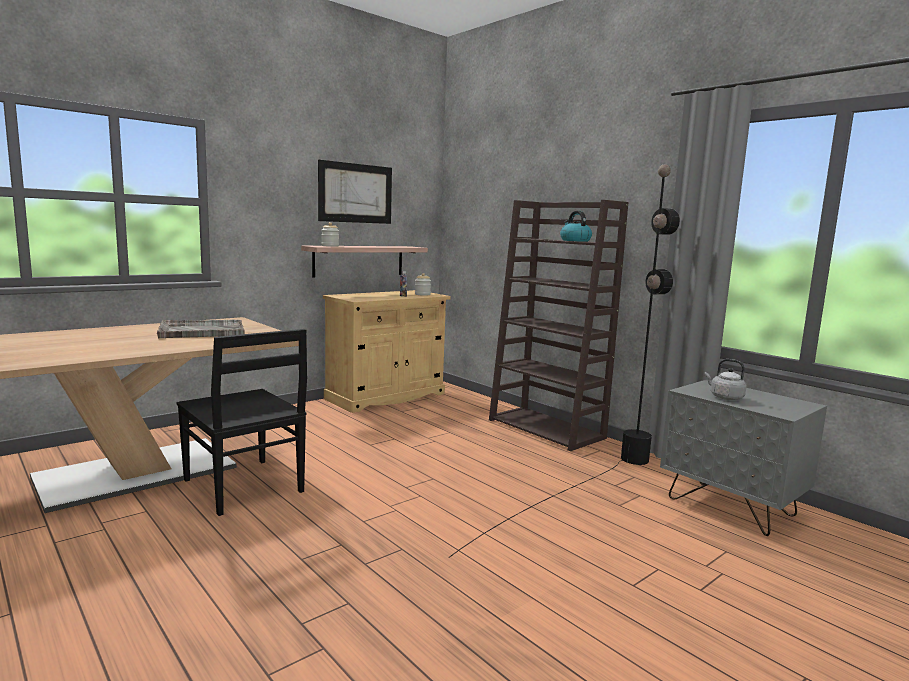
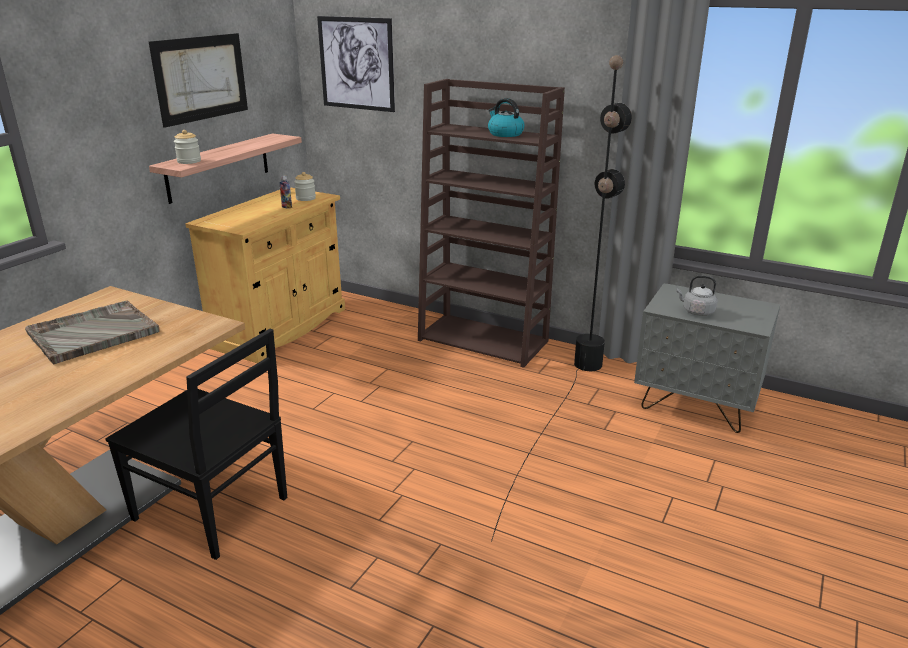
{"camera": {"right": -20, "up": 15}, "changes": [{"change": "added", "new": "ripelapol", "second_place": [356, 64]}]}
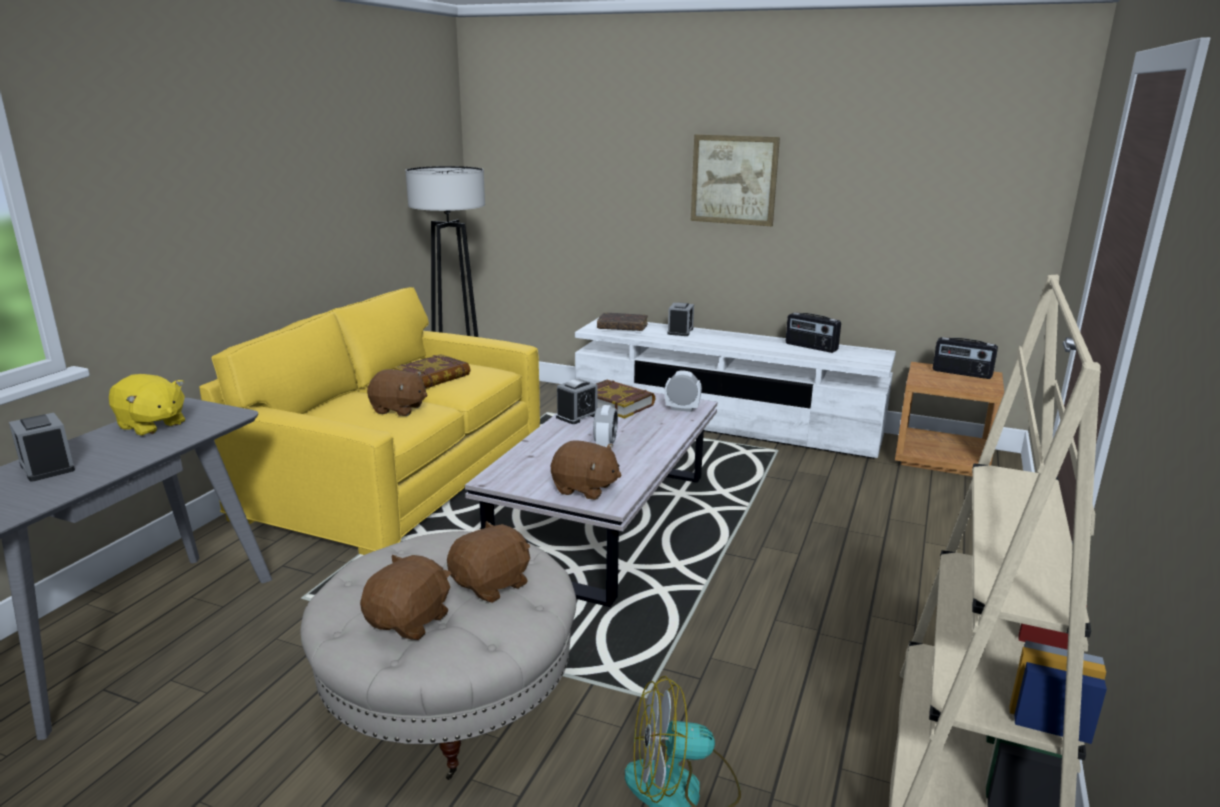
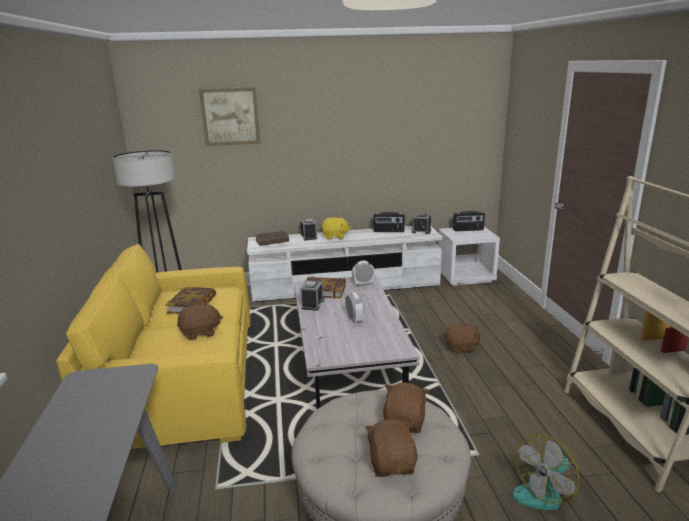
{"camera": {"right": -30, "up": 0}, "changes": [{"change": "moved", "old": "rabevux", "first_place": [47, 467], "second_place": [421, 231]}, {"change": "moved", "old": "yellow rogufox", "first_place": [151, 425], "second_place": [335, 237]}, {"change": "moved", "old": "brown rogufox", "first_place": [584, 489], "second_place": [461, 348]}, {"change": "moved", "old": "ripelapol", "first_place": [734, 180], "second_place": [230, 116]}, {"change": "recoloured", "old": "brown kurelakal", "new": "white kurelakal", "first_place": [942, 458], "second_place": [466, 277]}]}
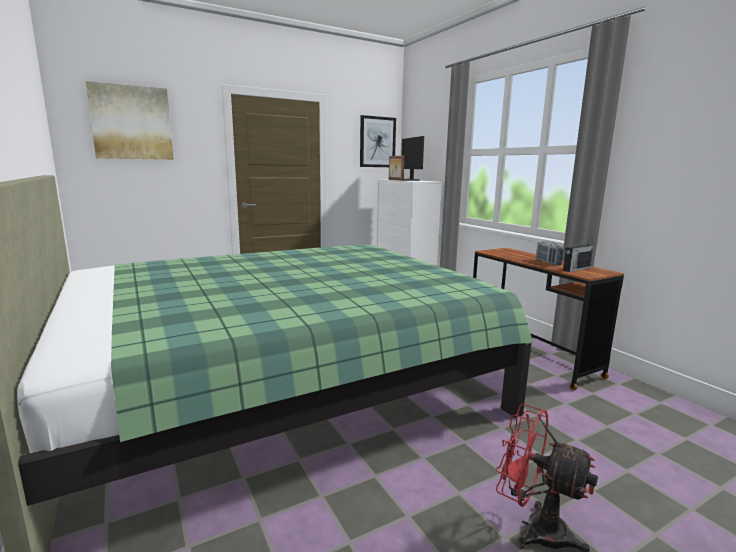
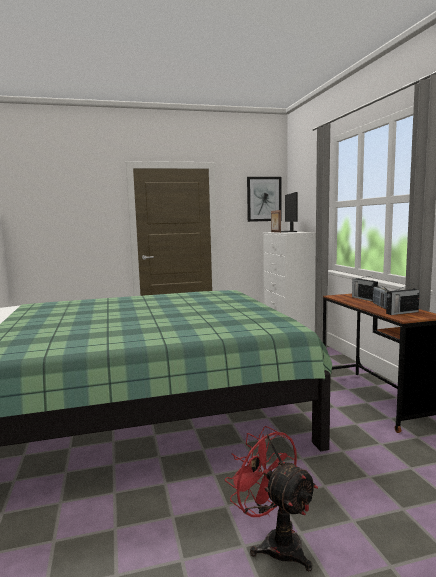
{"camera": {"right": 15, "up": -5}, "changes": [{"change": "removed", "old": "ripelapol", "first_place": [132, 123]}, {"change": "added", "new": "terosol", "second_place": [363, 298]}]}
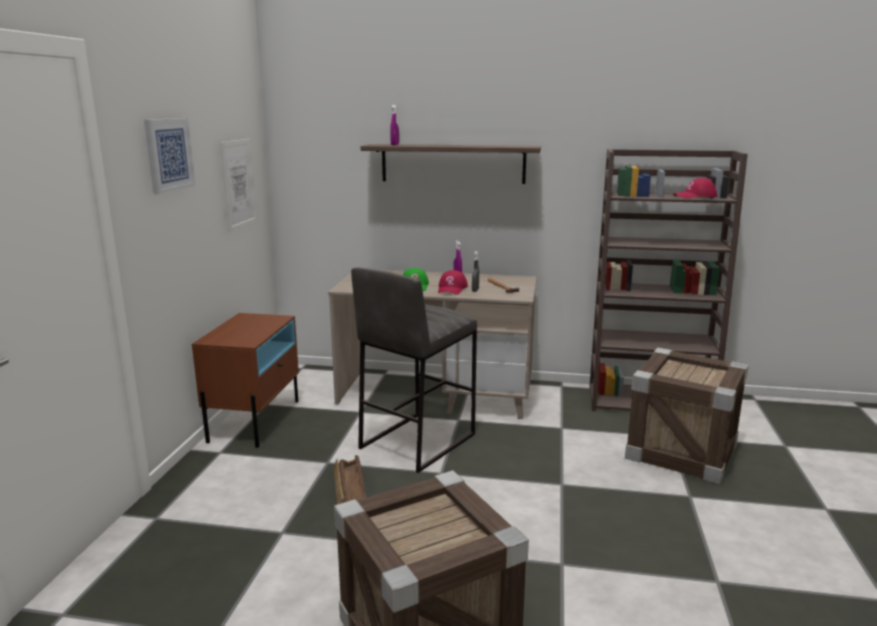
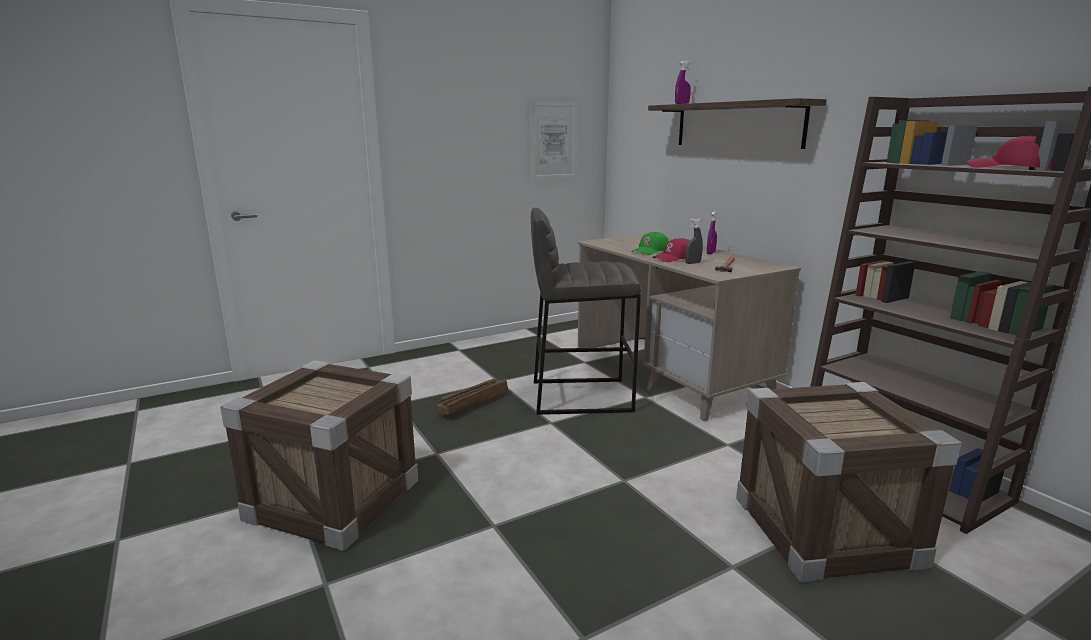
{"camera": {"right": 50, "up": 0}, "changes": [{"change": "removed", "old": "ripelapol", "first_place": [169, 154]}, {"change": "removed", "old": "brown kurelakal", "first_place": [255, 420]}]}
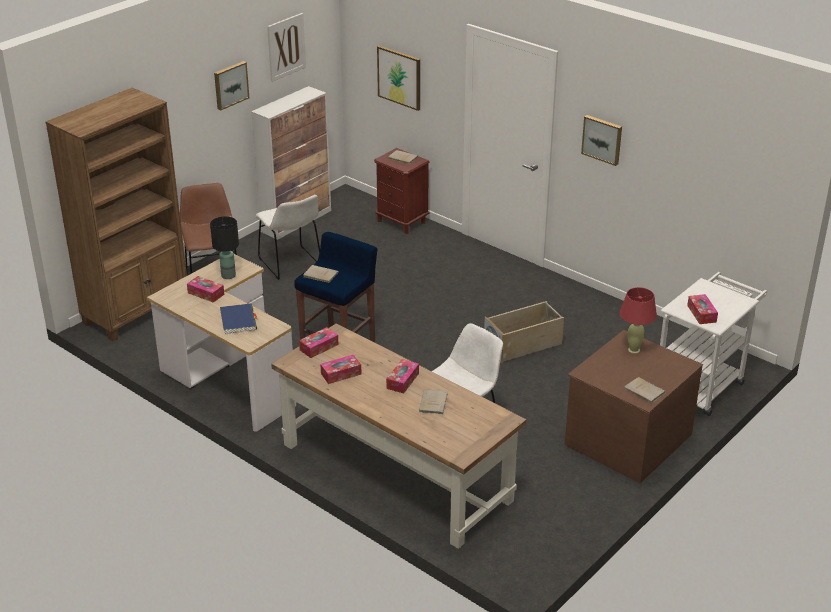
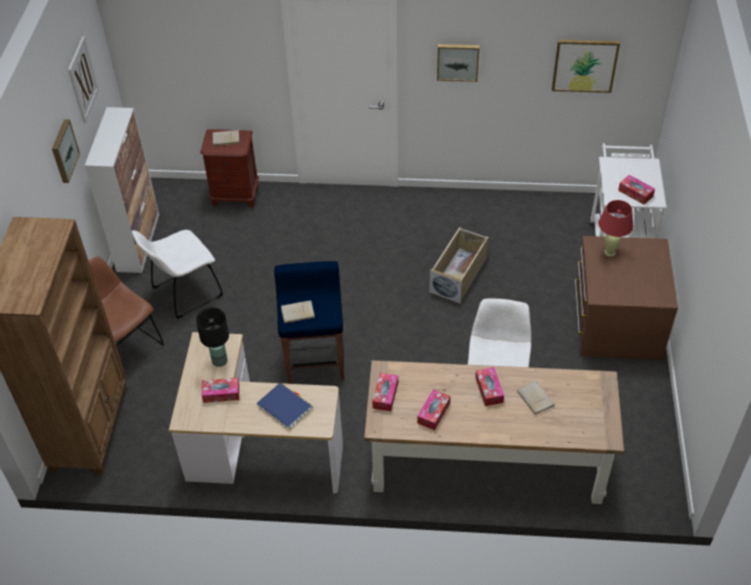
{"camera": {"right": -35, "up": 15}, "changes": [{"change": "removed", "old": "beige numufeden", "first_place": [645, 391]}, {"change": "moved", "old": "ripelapol", "first_place": [399, 77], "second_place": [585, 65]}, {"change": "turned", "old": "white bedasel", "first_place": [291, 264], "second_place": [184, 294], "degrees": 120}]}
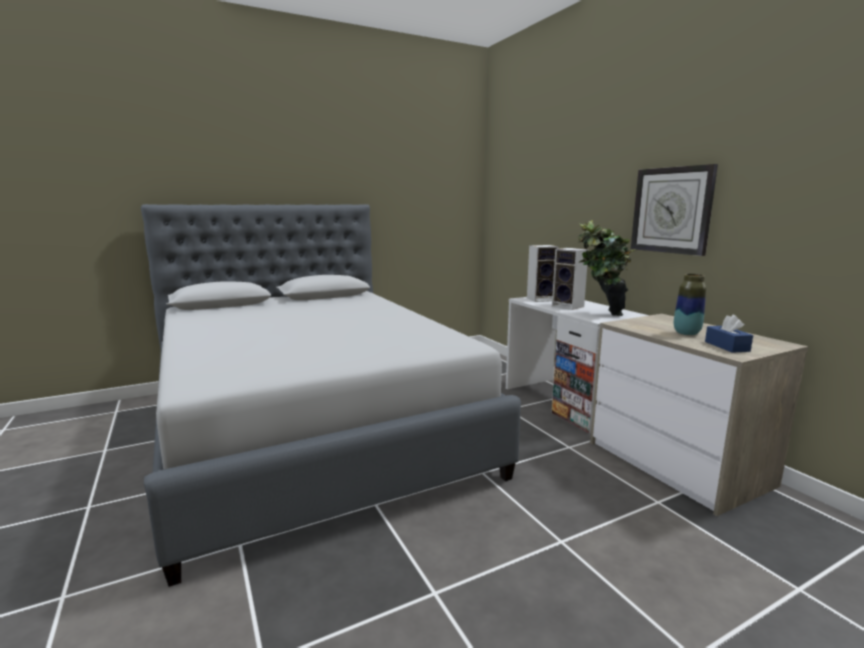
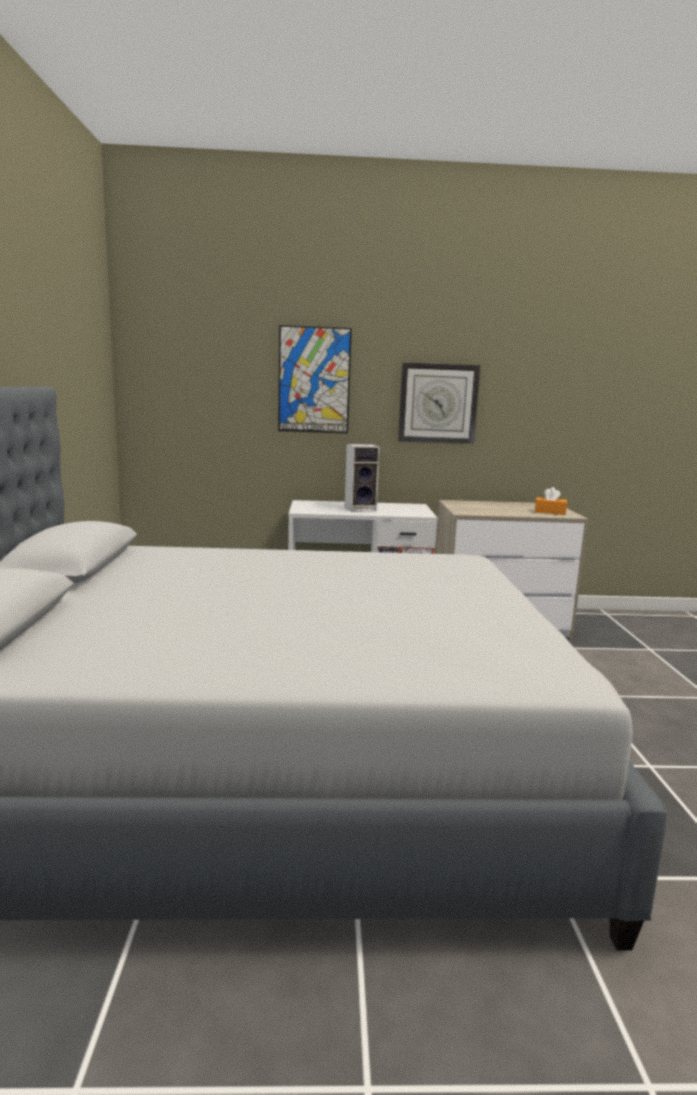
{"camera": {"right": -65, "up": 0}, "changes": [{"change": "removed", "old": "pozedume", "first_place": [541, 299]}, {"change": "removed", "old": "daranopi", "first_place": [600, 315]}, {"change": "removed", "old": "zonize", "first_place": [686, 333]}, {"change": "added", "new": "ripelapol", "second_place": [314, 380]}, {"change": "recoloured", "old": "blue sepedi", "new": "orange sepedi", "first_place": [727, 346], "second_place": [550, 512]}]}
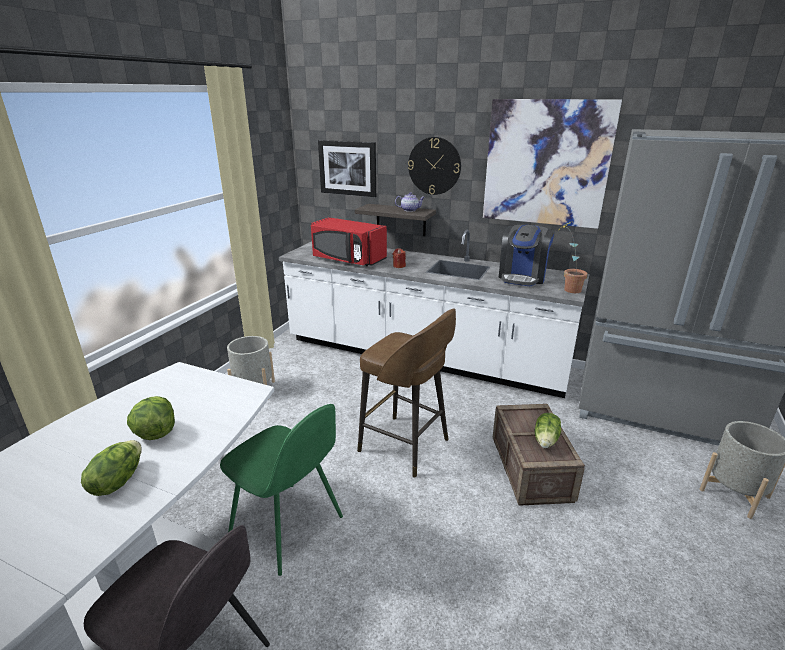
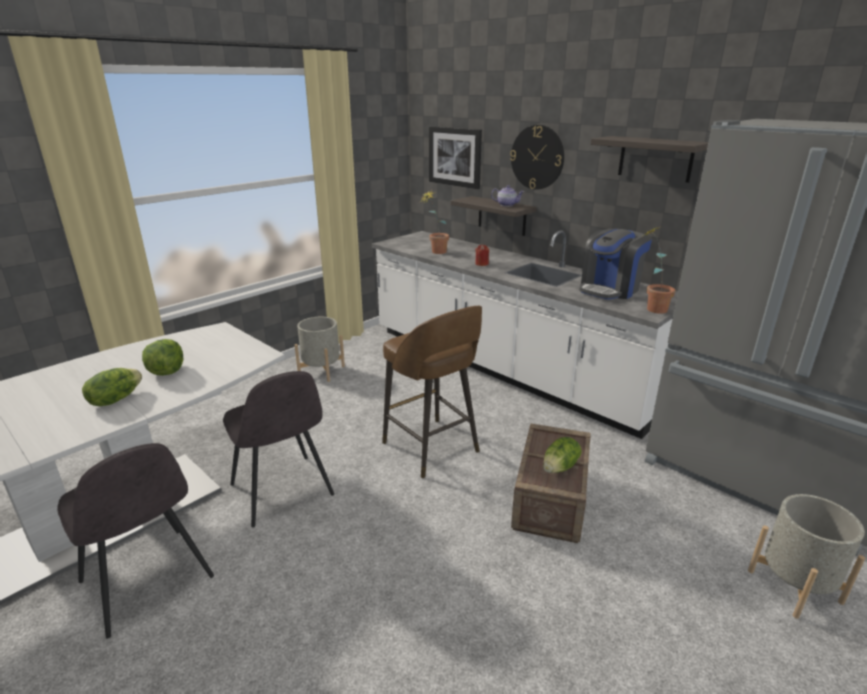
{"camera": {"right": 20, "up": 0}, "changes": [{"change": "replaced", "old": "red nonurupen", "new": "daranopi", "first_place": [348, 259], "second_place": [435, 252]}, {"change": "replaced", "old": "ripelapol", "new": "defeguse", "first_place": [546, 163], "second_place": [655, 159]}, {"change": "recoloured", "old": "green bedasel", "new": "grey bedasel", "first_place": [288, 527], "second_place": [282, 491]}]}
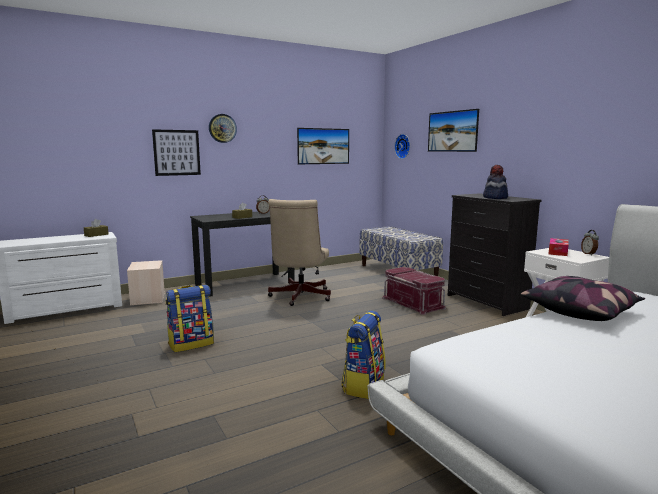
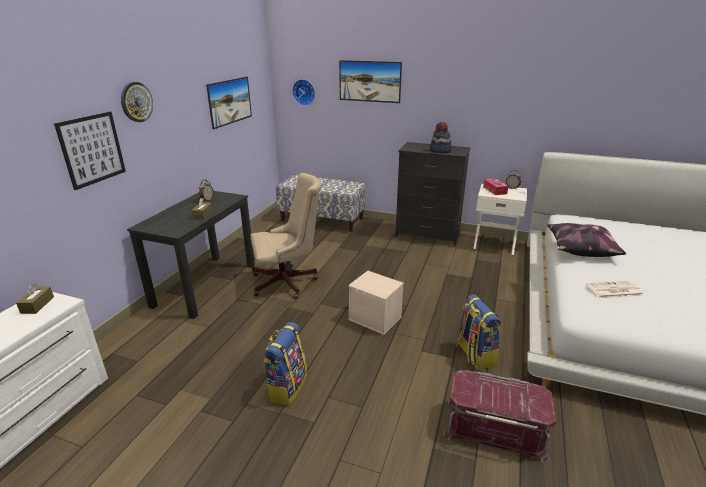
{"camera": {"right": -40, "up": 15}, "changes": [{"change": "added", "new": "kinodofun", "second_place": [613, 290]}, {"change": "moved", "old": "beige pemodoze", "first_place": [148, 298], "second_place": [375, 318]}, {"change": "moved", "old": "red pemodoze", "first_place": [413, 303], "second_place": [494, 428]}, {"change": "turned", "old": "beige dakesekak", "first_place": [299, 297], "second_place": [288, 282], "degrees": -75}]}
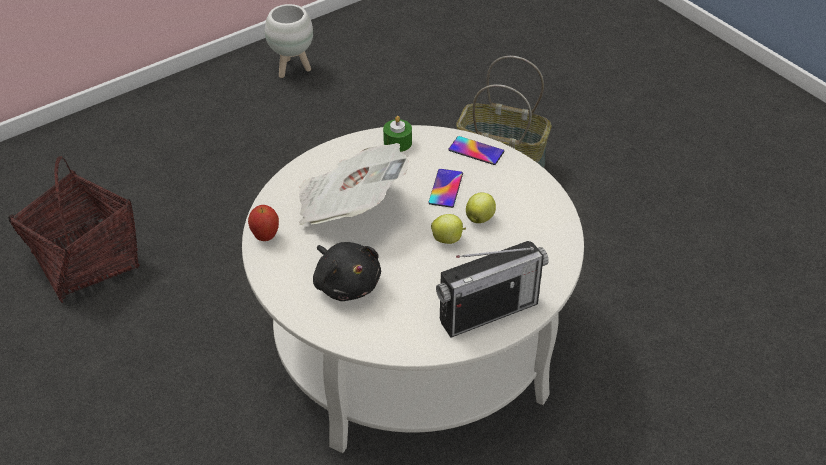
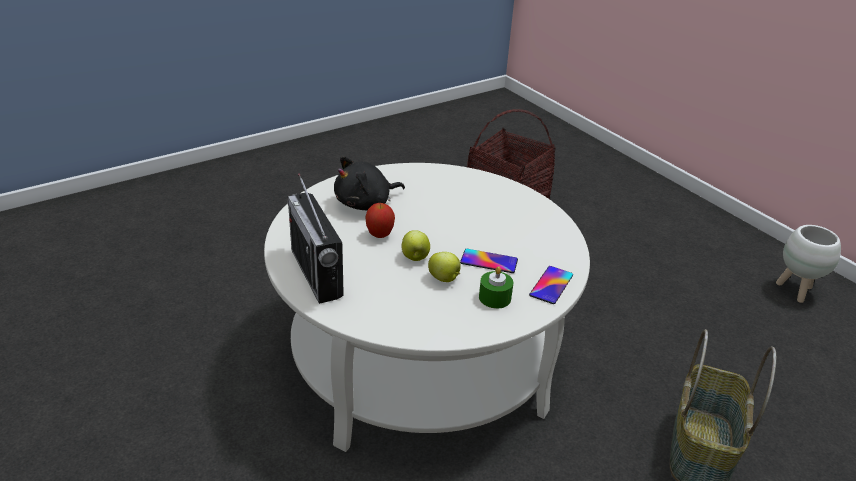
{"camera": {"right": 90, "up": -10}, "changes": [{"change": "removed", "old": "kinodofun", "first_place": [349, 206]}, {"change": "moved", "old": "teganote", "first_place": [265, 237], "second_place": [380, 235]}, {"change": "moved", "old": "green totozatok", "first_place": [397, 143], "second_place": [494, 298]}]}
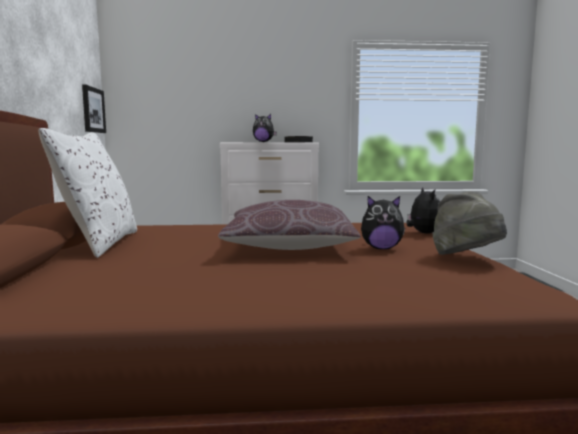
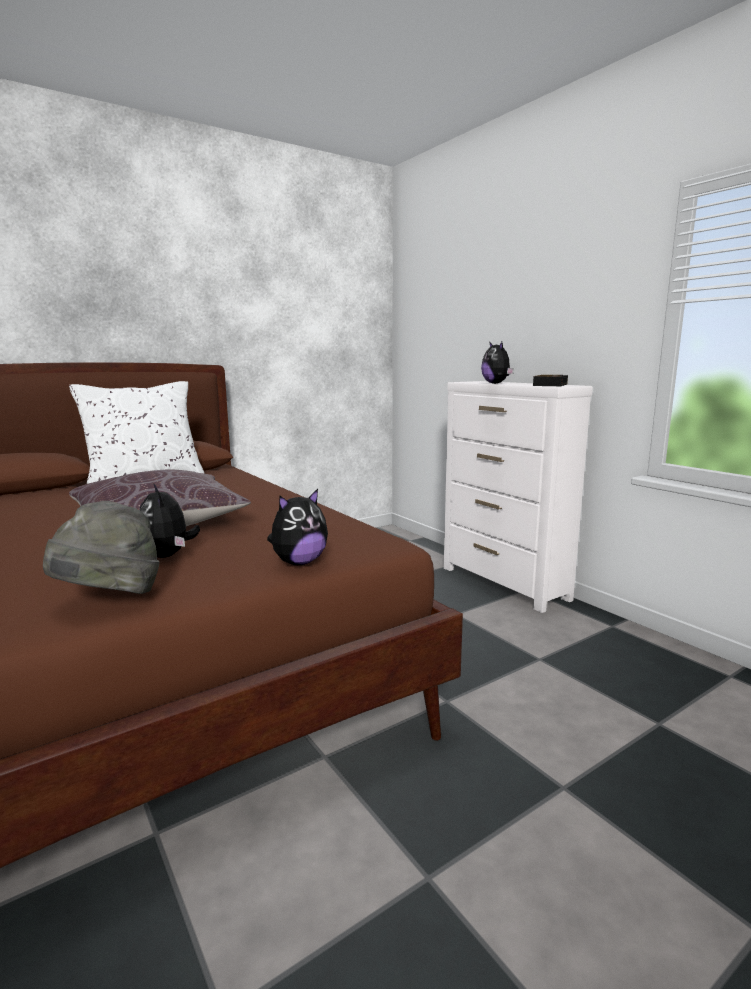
{"camera": {"right": 60, "up": 5}, "changes": [{"change": "removed", "old": "ripelapol", "first_place": [93, 110]}]}
